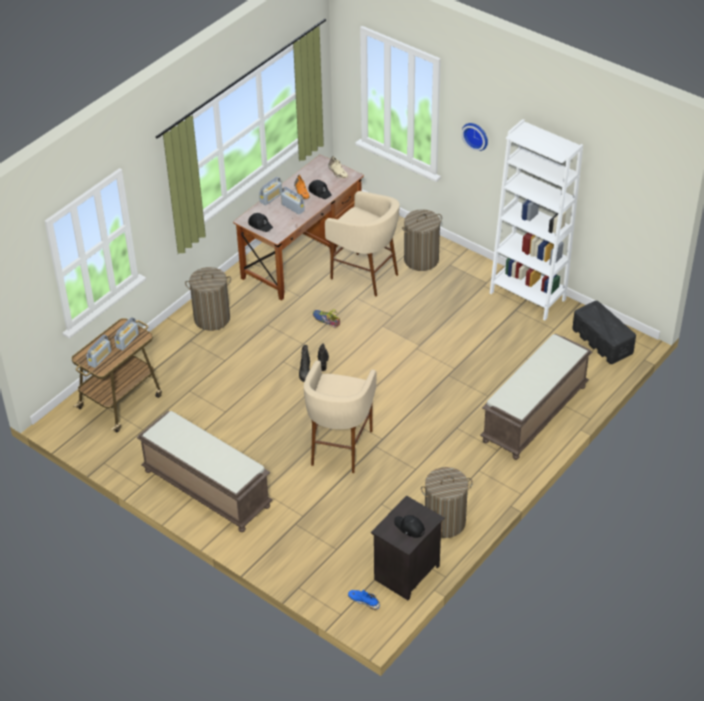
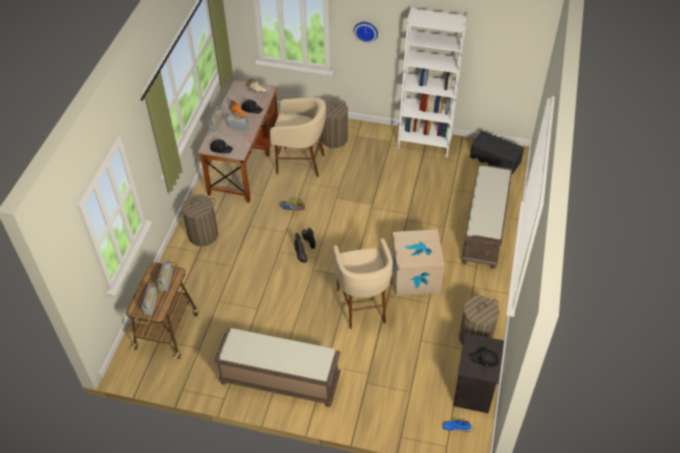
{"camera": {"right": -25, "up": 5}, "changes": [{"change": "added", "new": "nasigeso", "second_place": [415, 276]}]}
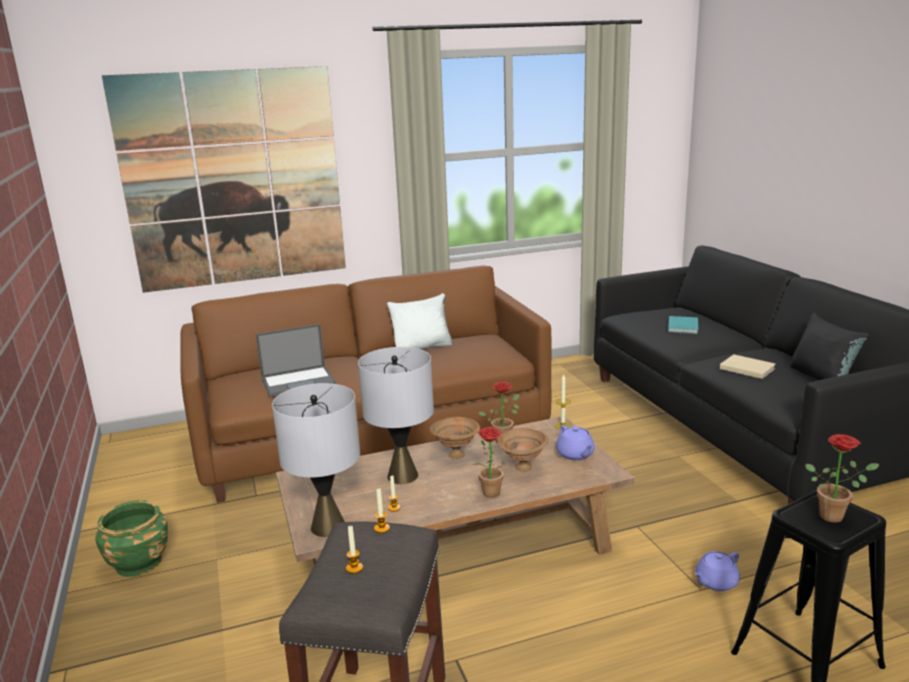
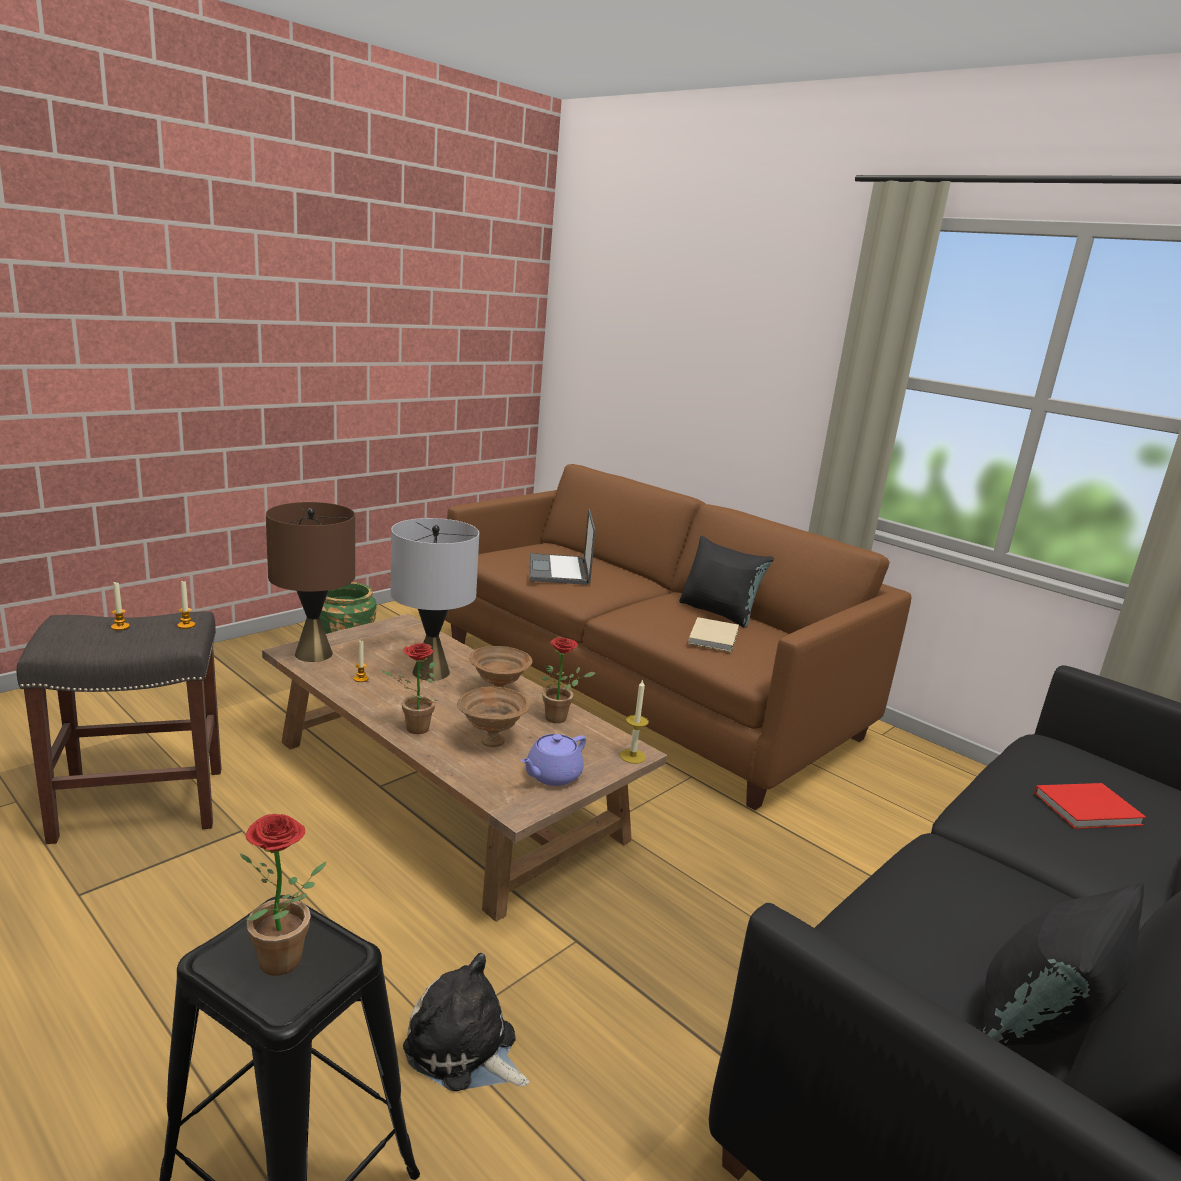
{"camera": {"right": 60, "up": 0}, "changes": [{"change": "removed", "old": "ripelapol", "first_place": [234, 179]}, {"change": "moved", "old": "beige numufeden", "first_place": [746, 368], "second_place": [714, 637]}, {"change": "replaced", "old": "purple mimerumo", "new": "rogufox", "first_place": [715, 582], "second_place": [465, 1049]}, {"change": "recoloured", "old": "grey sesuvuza", "new": "brown sesuvuza", "first_place": [328, 526], "second_place": [314, 654]}, {"change": "recoloured", "old": "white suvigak", "new": "black suvigak", "first_place": [422, 347], "second_place": [718, 613]}, {"change": "recoloured", "old": "turquoise numufeden", "new": "red numufeden", "first_place": [683, 326], "second_place": [1090, 810]}, {"change": "turned", "old": "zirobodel", "first_place": [299, 381], "second_place": [559, 570], "degrees": 45}]}
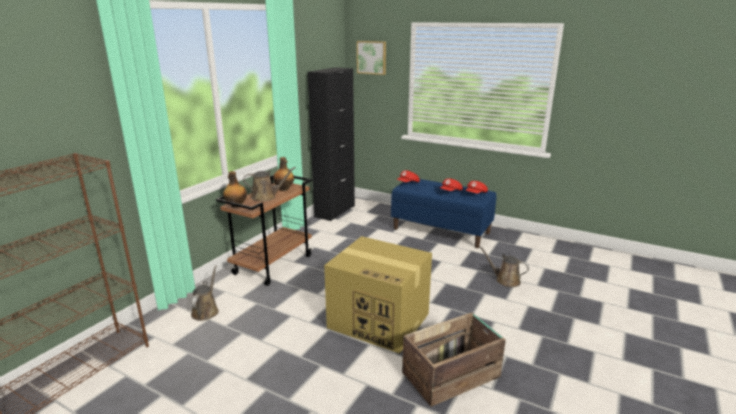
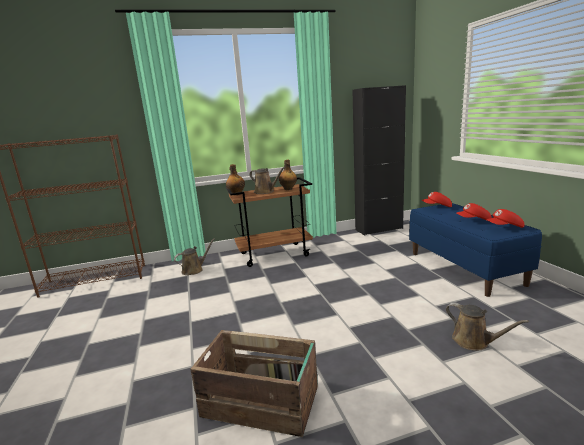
{"camera": {"right": 45, "up": -5}, "changes": [{"change": "removed", "old": "nasigeso", "first_place": [380, 321]}, {"change": "removed", "old": "ripelapol", "first_place": [372, 57]}, {"change": "turned", "old": "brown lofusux", "first_place": [505, 280], "second_place": [474, 341], "degrees": 150}]}
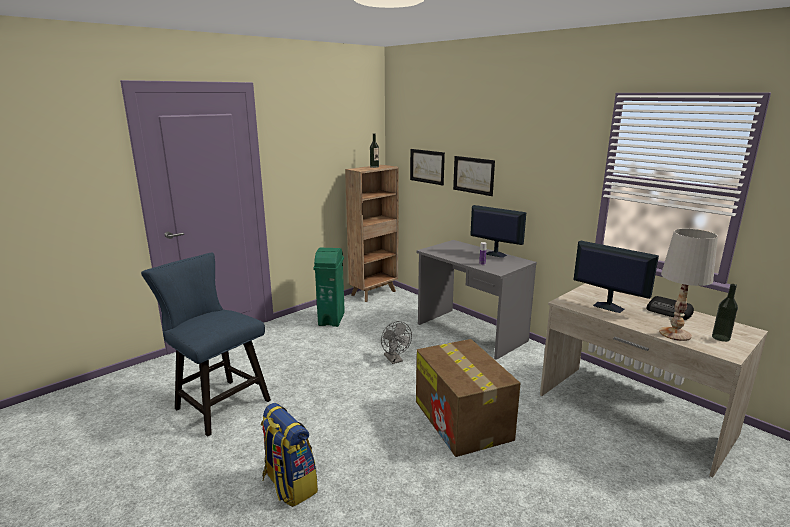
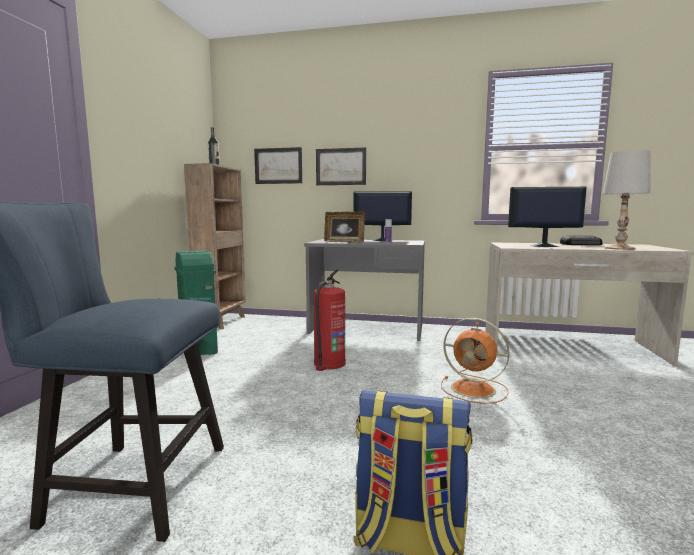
{"camera": {"right": -35, "up": -10}, "changes": [{"change": "removed", "old": "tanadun", "first_place": [720, 338]}, {"change": "added", "new": "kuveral", "second_place": [344, 242]}, {"change": "replaced", "old": "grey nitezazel", "new": "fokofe", "first_place": [395, 360], "second_place": [329, 364]}, {"change": "replaced", "old": "nasigeso", "new": "orange nitezazel", "first_place": [463, 421], "second_place": [475, 389]}]}
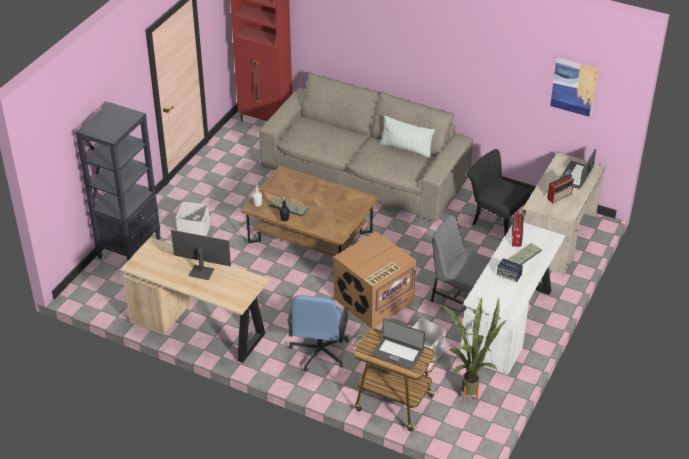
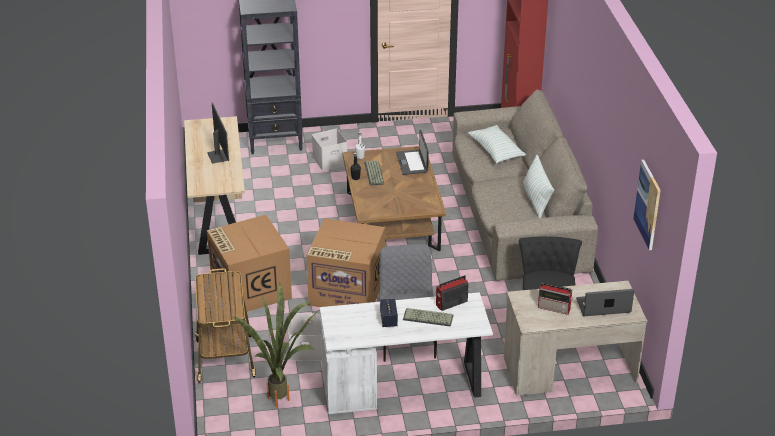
{"camera": {"right": 55, "up": -5}, "changes": [{"change": "added", "new": "suvigak", "second_place": [496, 151]}, {"change": "moved", "old": "zirobodel", "first_place": [398, 353], "second_place": [412, 162]}, {"change": "replaced", "old": "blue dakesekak", "new": "nasigeso", "first_place": [319, 352], "second_place": [250, 288]}]}
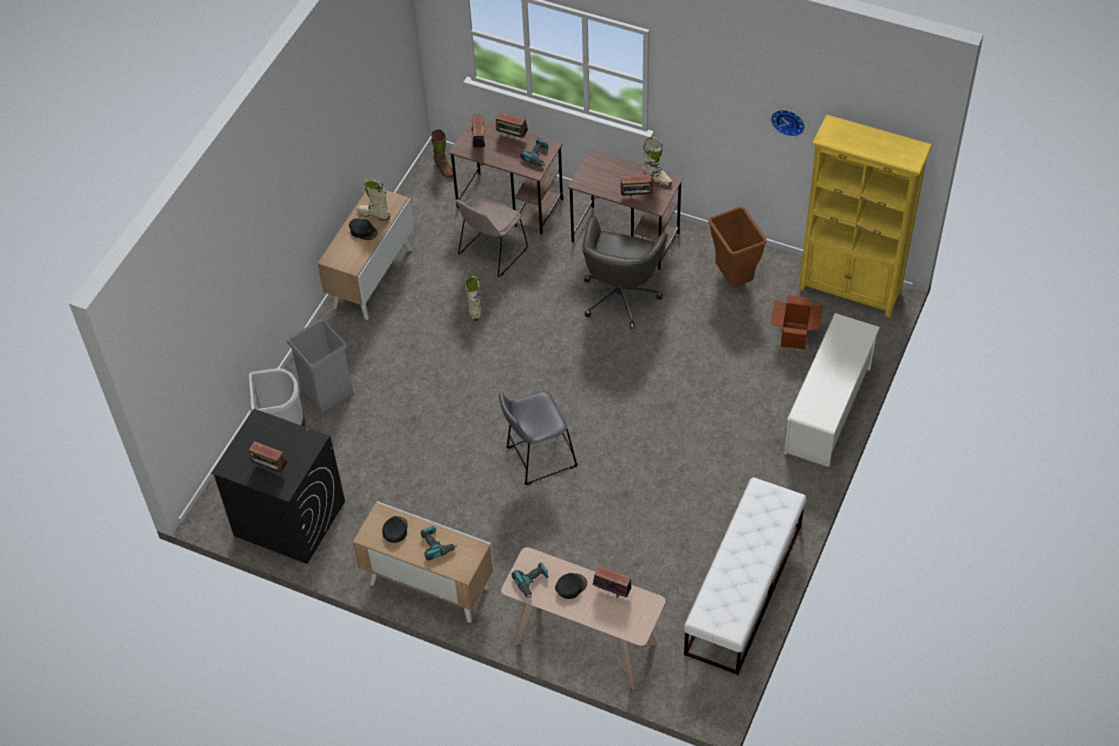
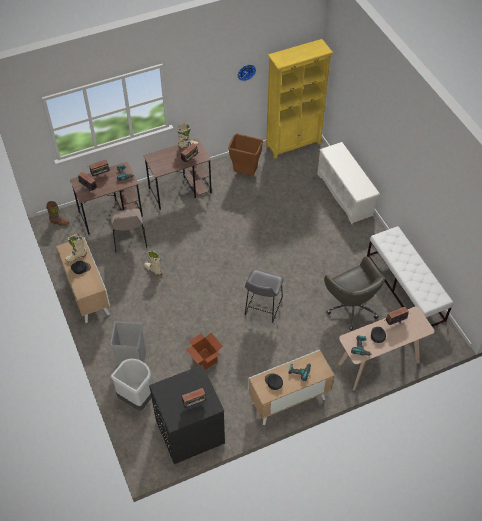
{"camera": {"right": -50, "up": 0}, "changes": [{"change": "moved", "old": "grey dakesekak", "first_place": [621, 295], "second_place": [351, 307]}, {"change": "moved", "old": "nasigeso", "first_place": [794, 335], "second_place": [205, 359]}]}
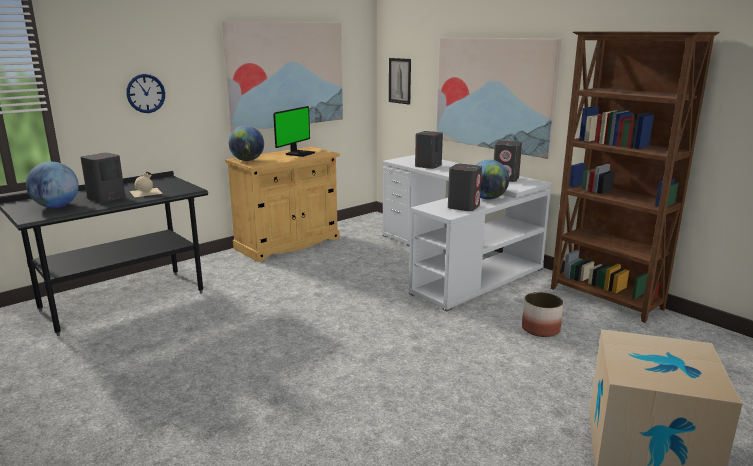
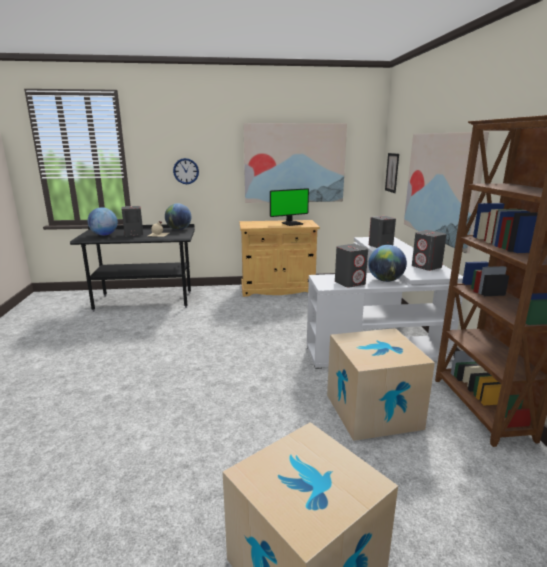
{"camera": {"right": 35, "up": 0}, "changes": [{"change": "moved", "old": "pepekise", "first_place": [247, 160], "second_place": [179, 229]}, {"change": "replaced", "old": "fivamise", "new": "nasigeso", "first_place": [541, 329], "second_place": [373, 411]}]}
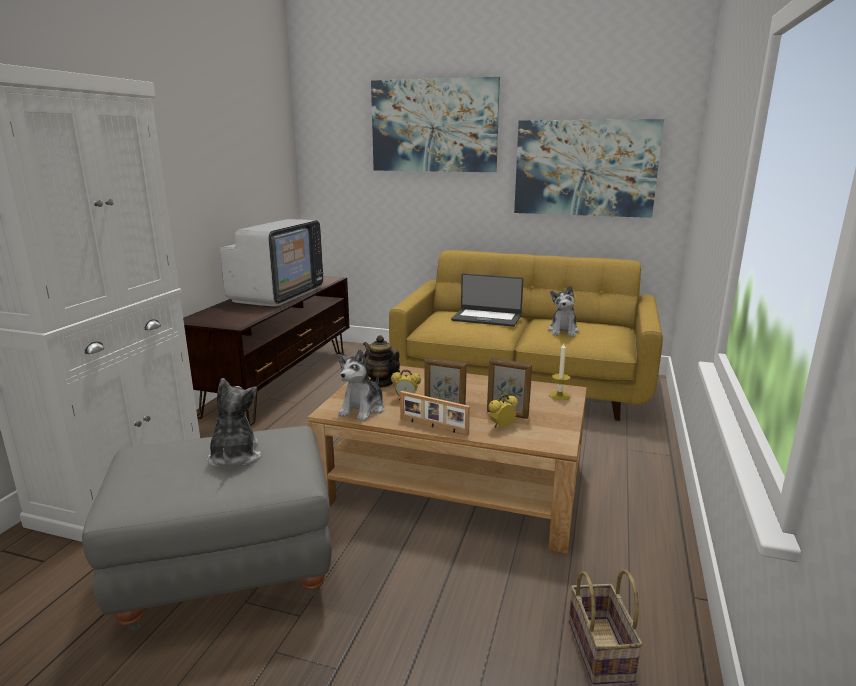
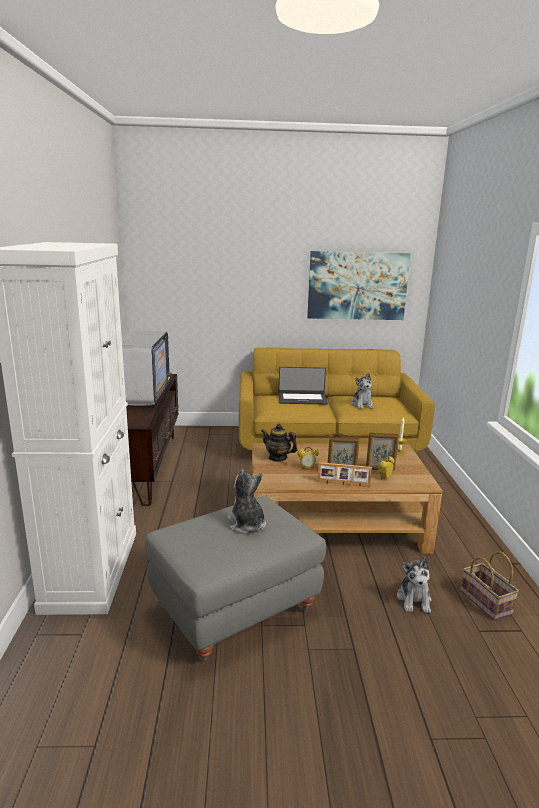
{"camera": {"right": -20, "up": 0}, "changes": [{"change": "removed", "old": "ripelapol", "first_place": [434, 126]}, {"change": "moved", "old": "rogufox", "first_place": [363, 409], "second_place": [414, 599]}]}
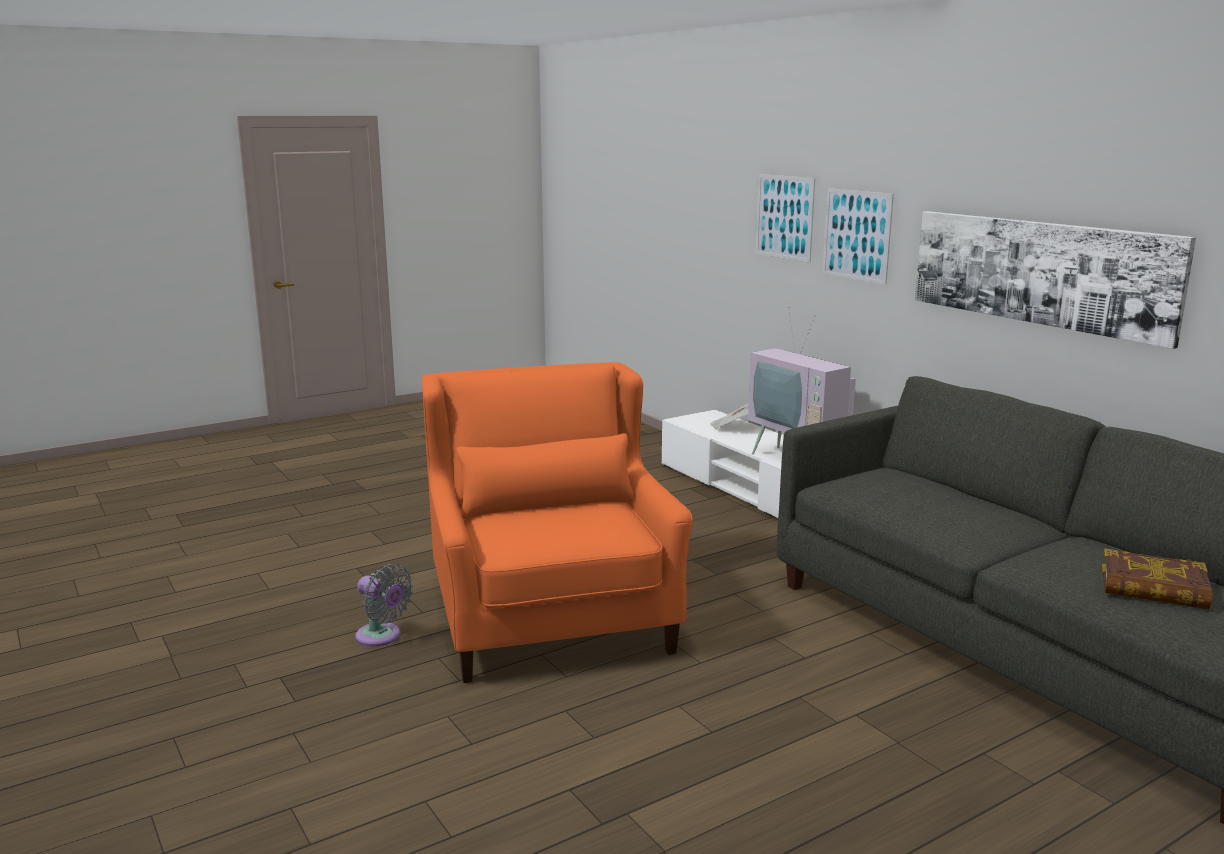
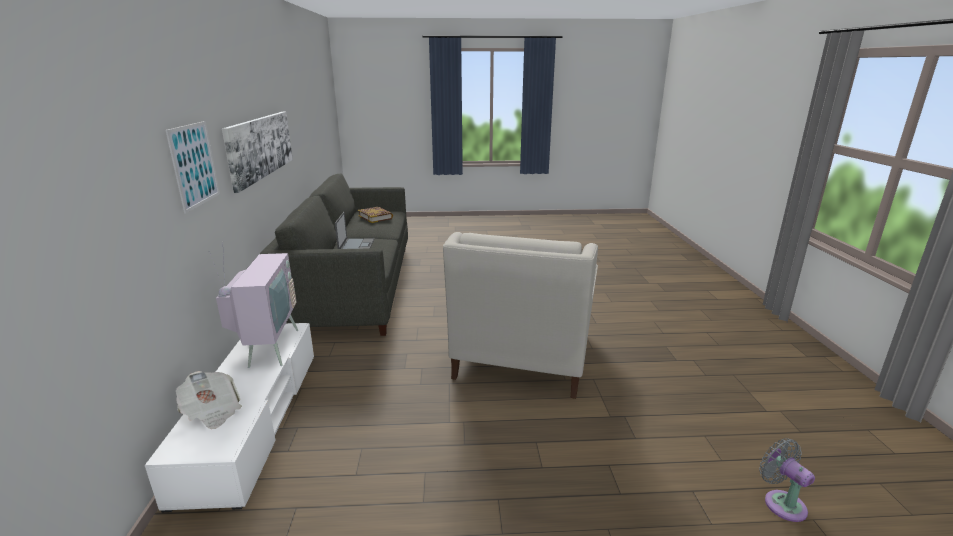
{"camera": {"right": -150, "up": 5}, "changes": [{"change": "removed", "old": "ripelapol", "first_place": [784, 217]}, {"change": "added", "new": "zirobodel", "second_place": [356, 245]}, {"change": "moved", "old": "grey nitezazel", "first_place": [381, 637], "second_place": [781, 502]}, {"change": "recoloured", "old": "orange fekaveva", "new": "white fekaveva", "first_place": [550, 617], "second_place": [523, 354]}]}
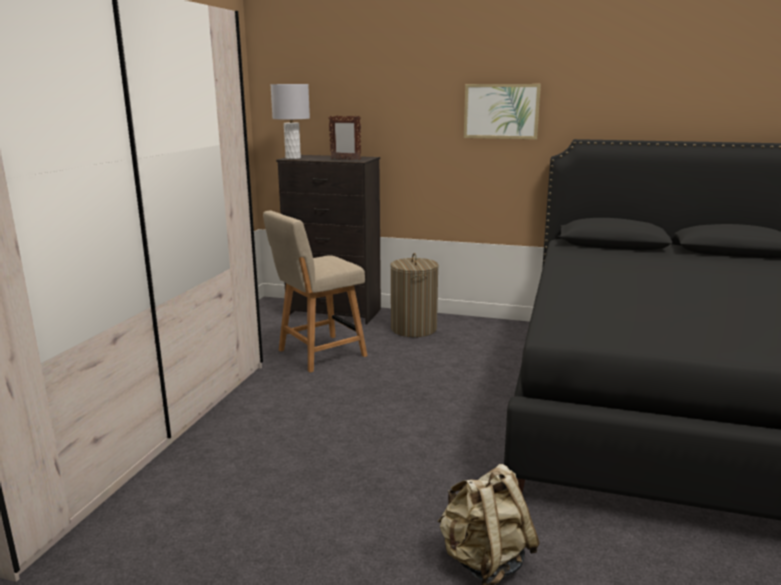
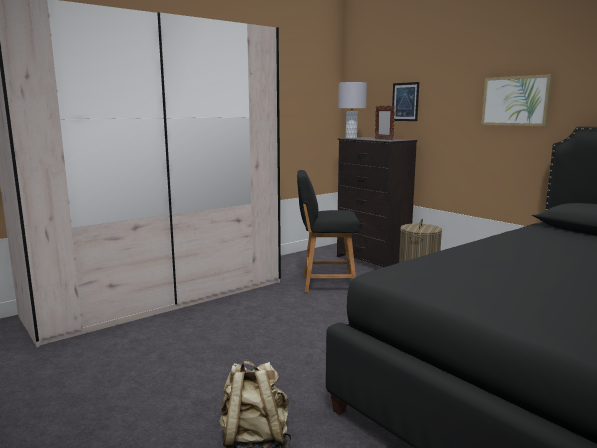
{"camera": {"right": 35, "up": -5}, "changes": [{"change": "added", "new": "ripelapol", "second_place": [405, 102]}, {"change": "recoloured", "old": "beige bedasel", "new": "black bedasel", "first_place": [318, 354], "second_place": [325, 283]}]}
